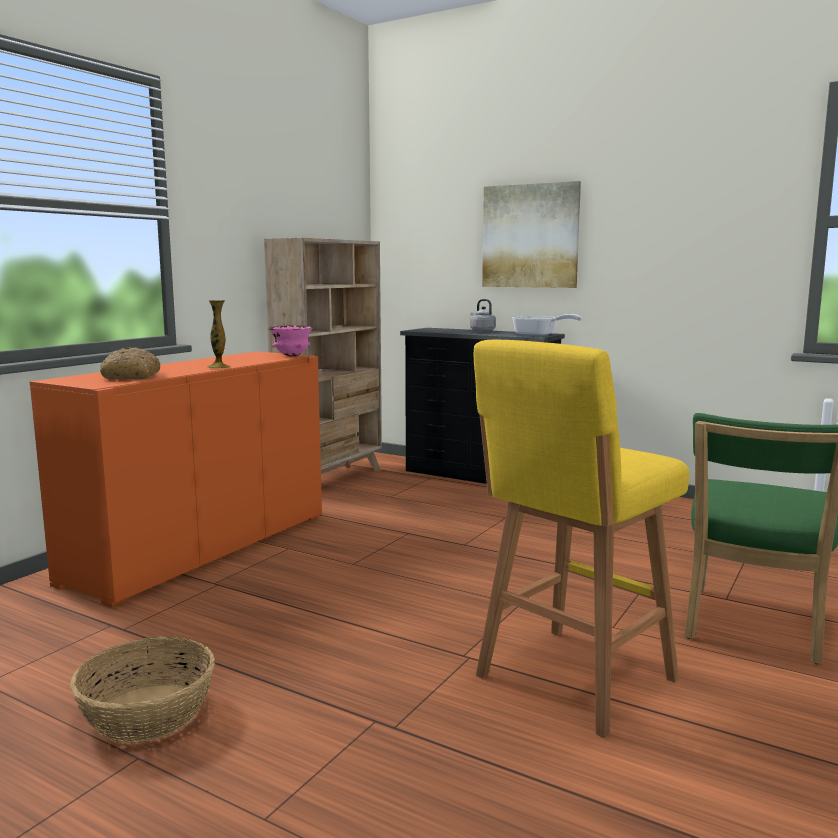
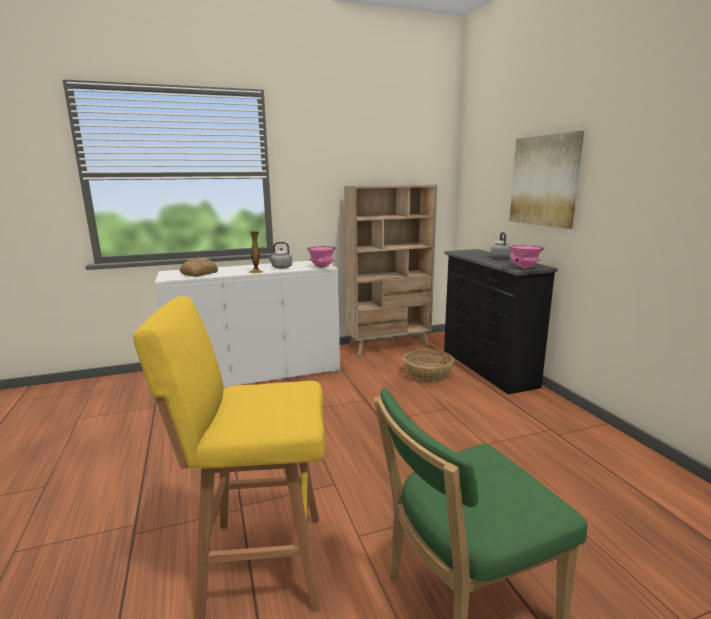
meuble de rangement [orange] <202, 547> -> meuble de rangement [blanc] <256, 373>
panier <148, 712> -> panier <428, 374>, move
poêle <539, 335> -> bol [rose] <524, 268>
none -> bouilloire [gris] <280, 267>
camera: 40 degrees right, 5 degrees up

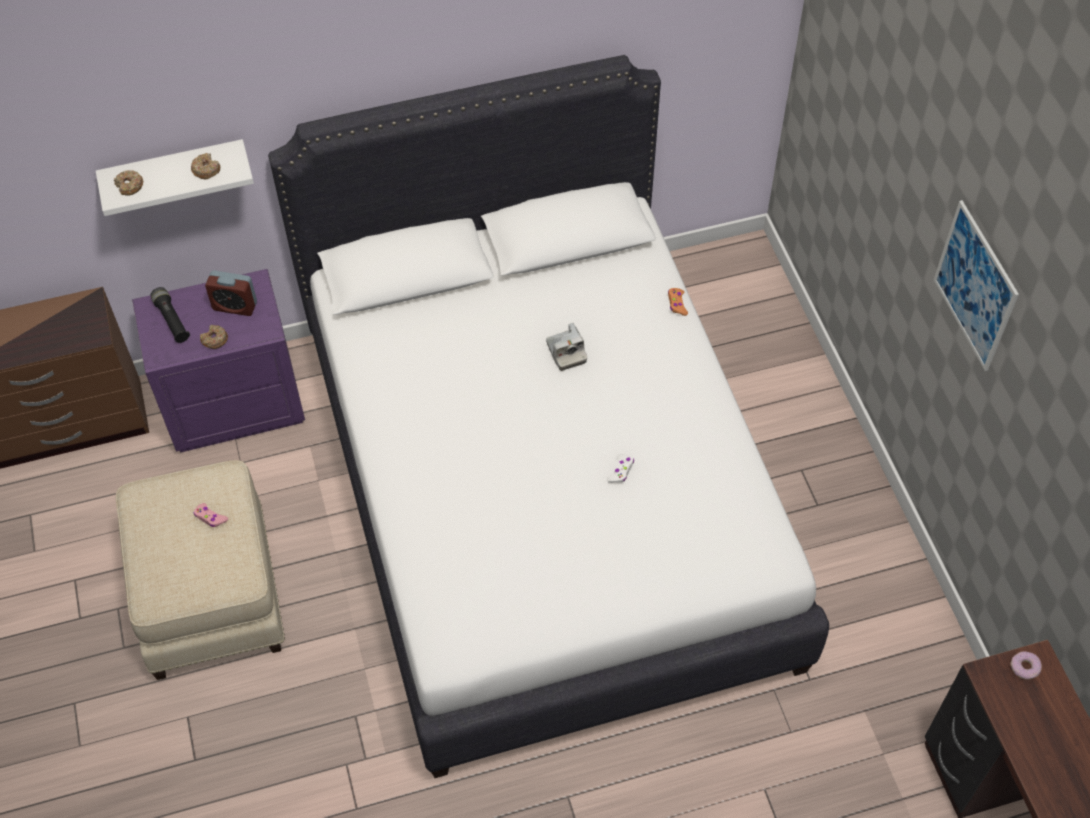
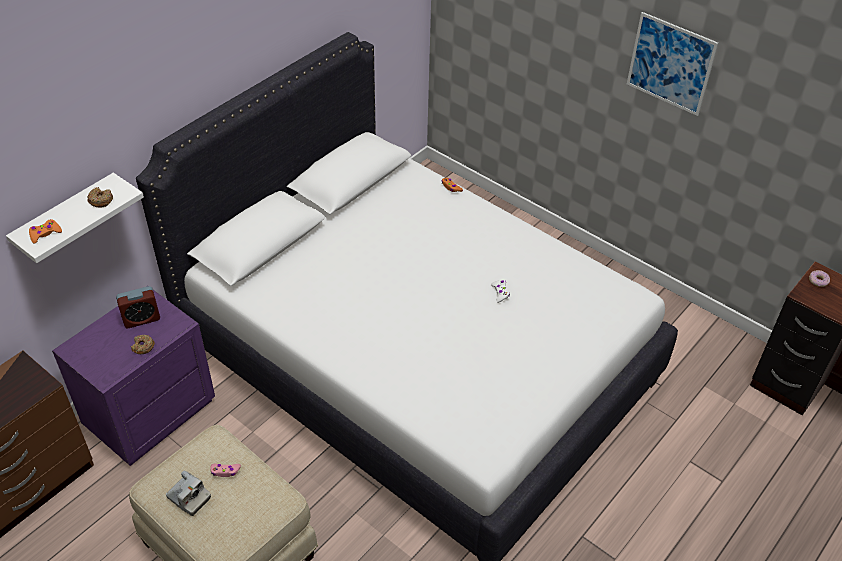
beignet <129, 186> -> manette [orange] <45, 234>
lampe de poche [noir] <172, 320> -> none
appareil photo <566, 352> -> appareil photo <189, 498>, move
camera: 35 degrees left, 10 degrees down

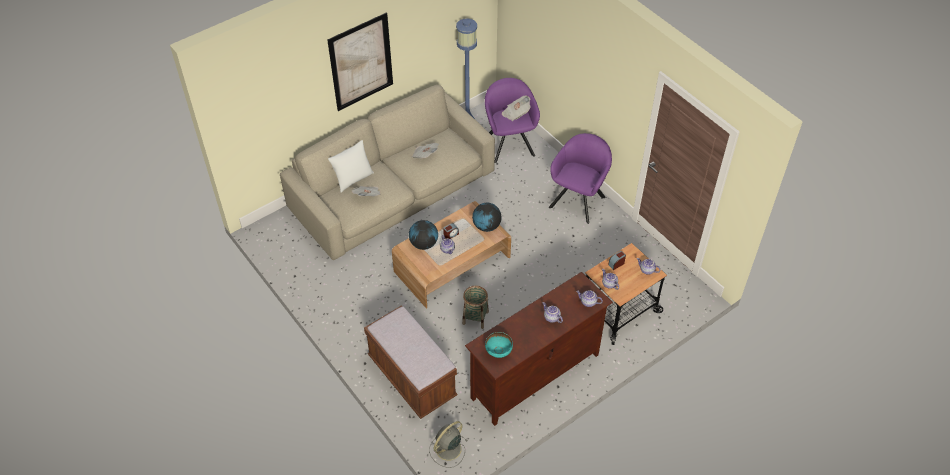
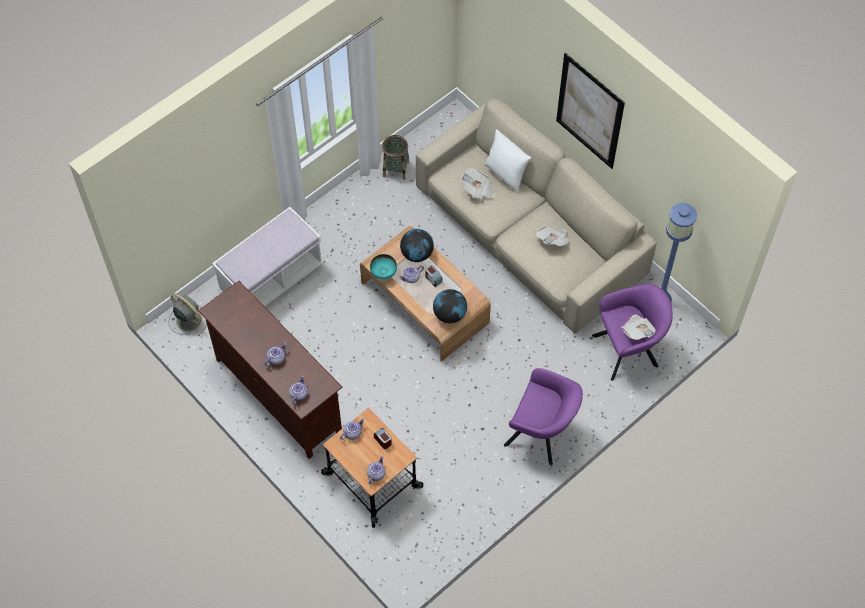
banc [marron] <412, 377> -> banc [blanc] <271, 279>
panier <475, 318> -> panier <396, 168>, move
bol [turquoise] <498, 352> -> bol [turquoise] <383, 273>, move
camera: 85 degrees right, 10 degrees up

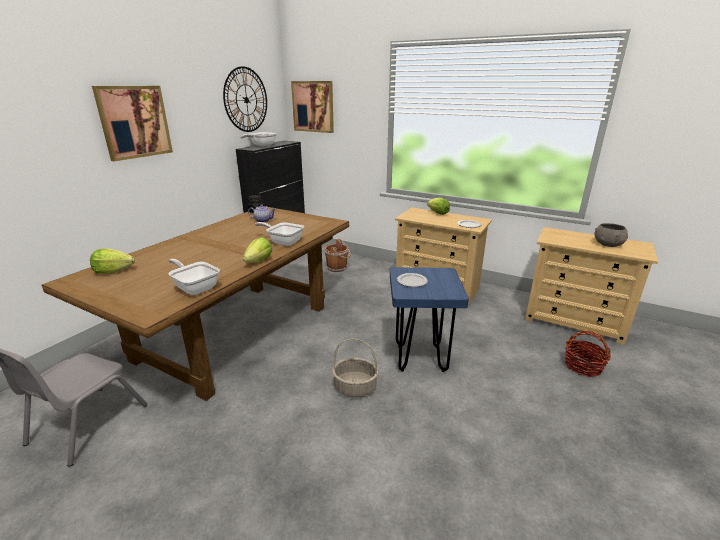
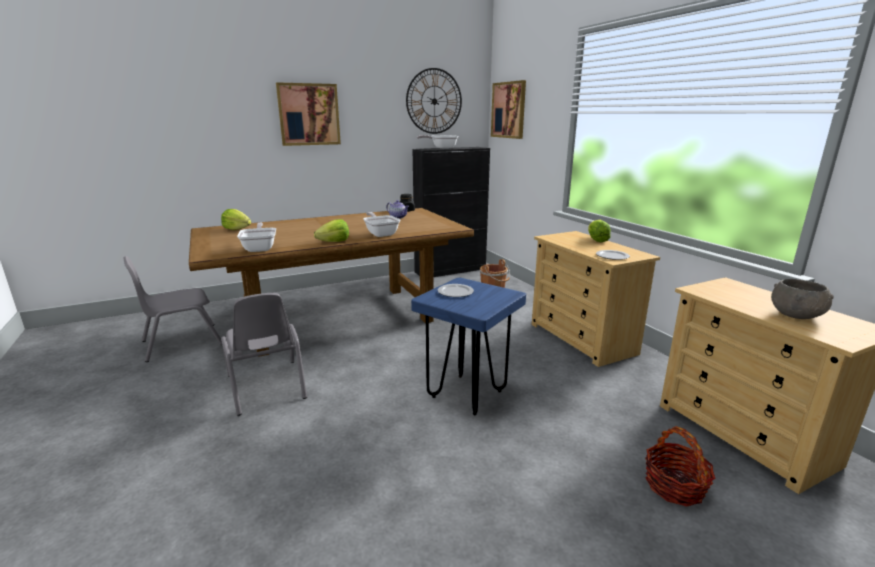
panier <354, 388> -> none
none -> chaise [gris] <266, 387>
camera: 35 degrees right, 5 degrees down

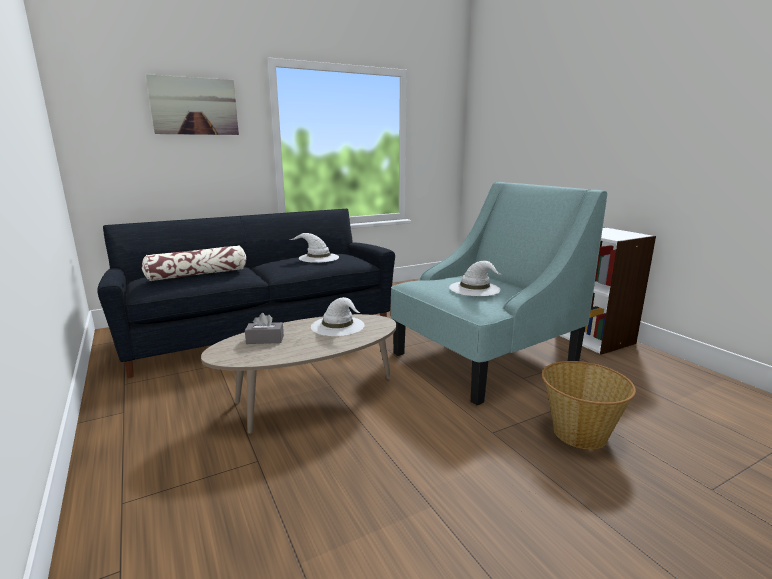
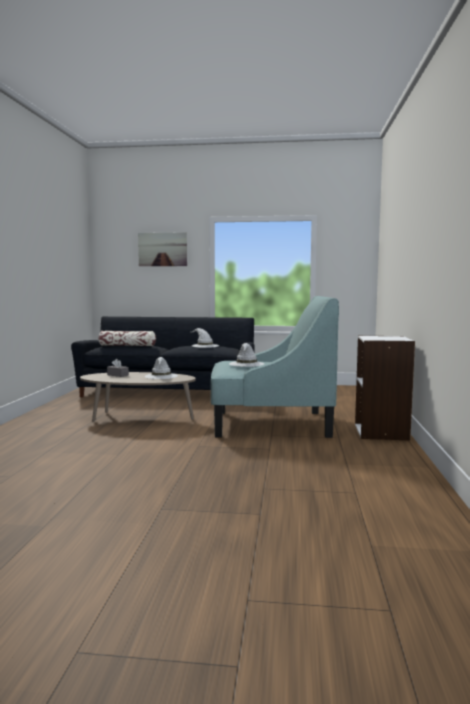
panier <579, 432> -> none
camera: 35 degrees right, 10 degrees down

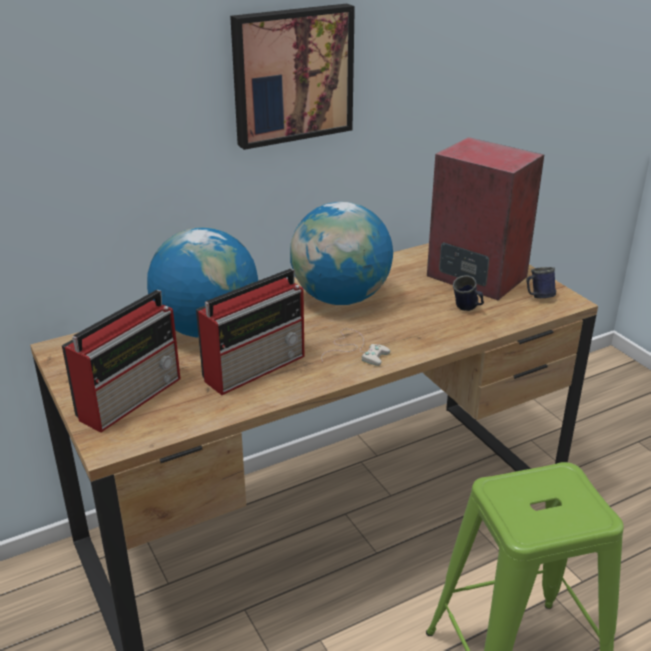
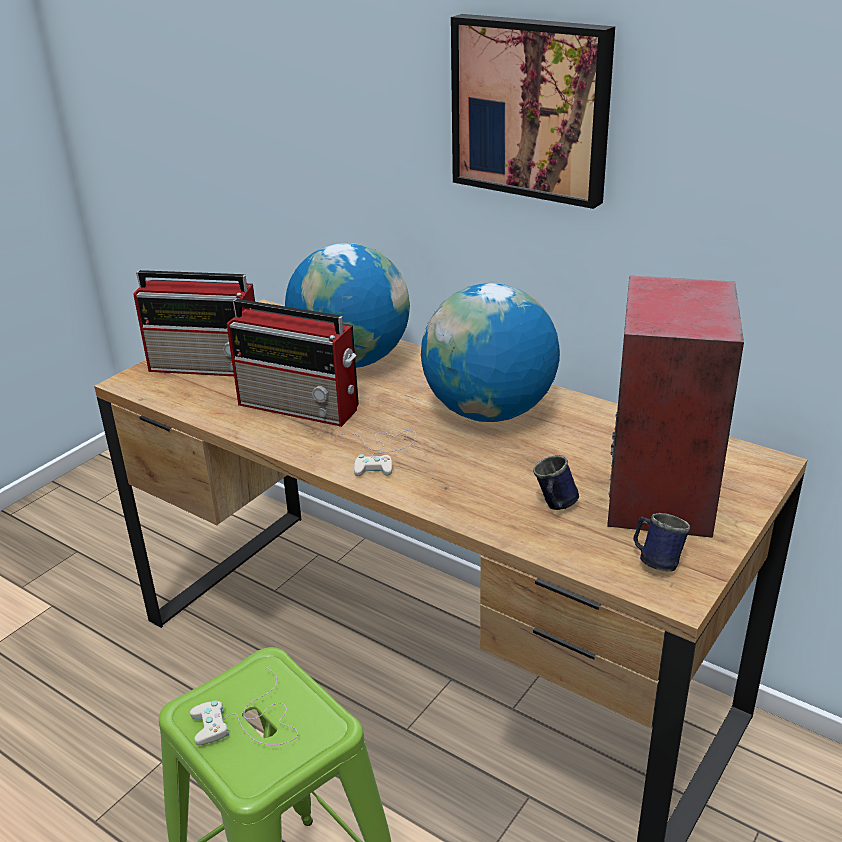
none -> manette [blanc] <249, 721>
camera: 65 degrees right, 0 degrees up

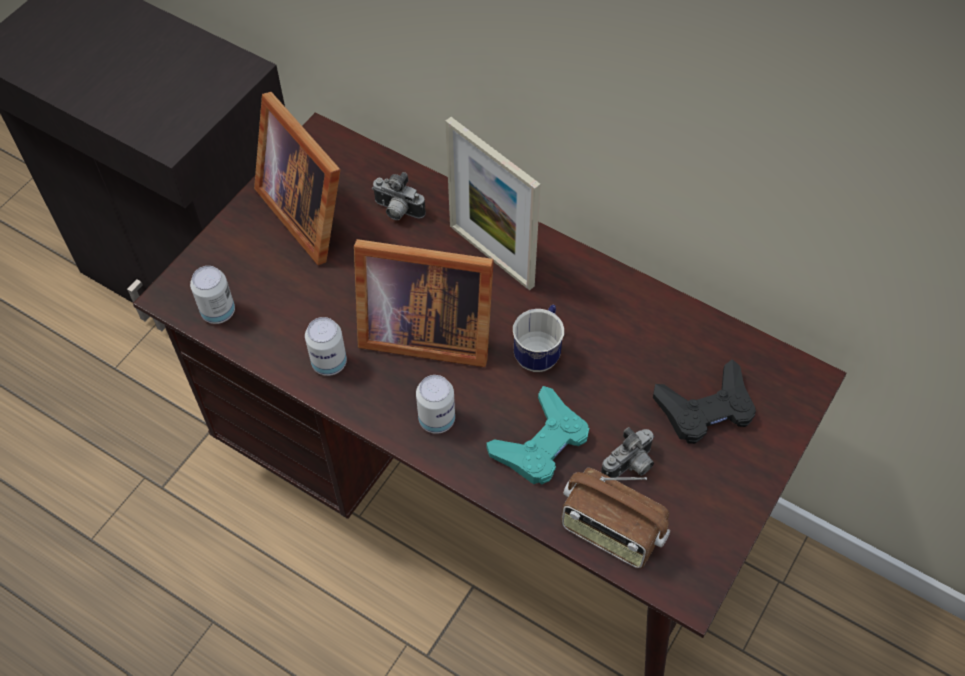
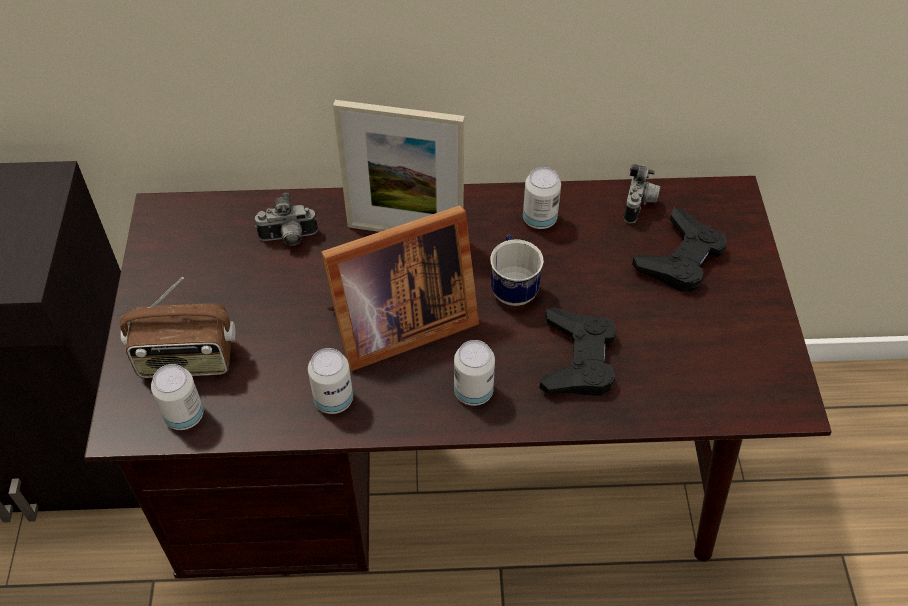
cadre photo <309, 209> -> none
manette [turquoise] <541, 443> -> manette [noir] <577, 359>
radio <610, 532> -> radio <186, 360>, move
appareil photo <630, 467> -> appareil photo <639, 205>, move
none -> boîte métallique <539, 219>
camera: 35 degrees left, 5 degrees down

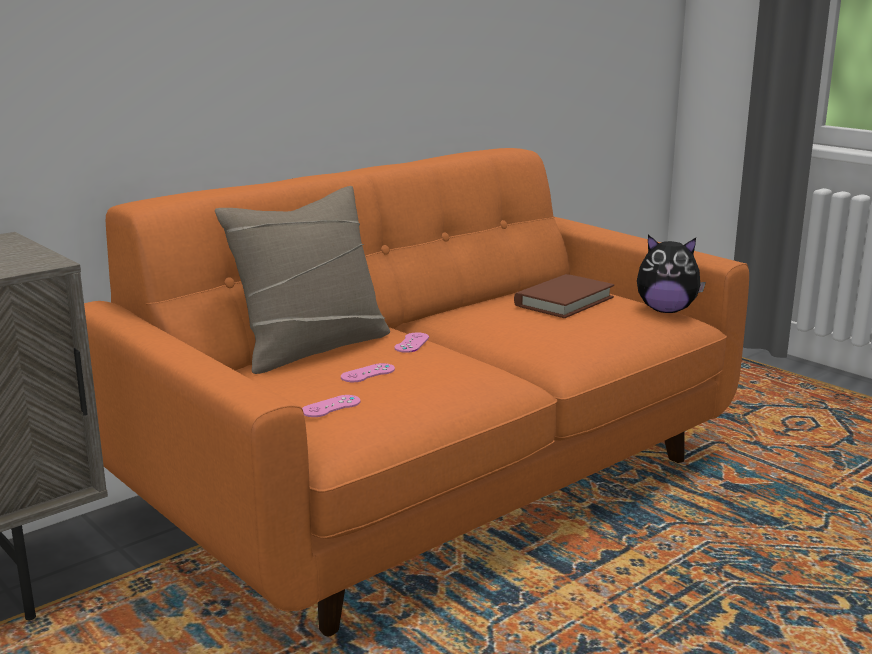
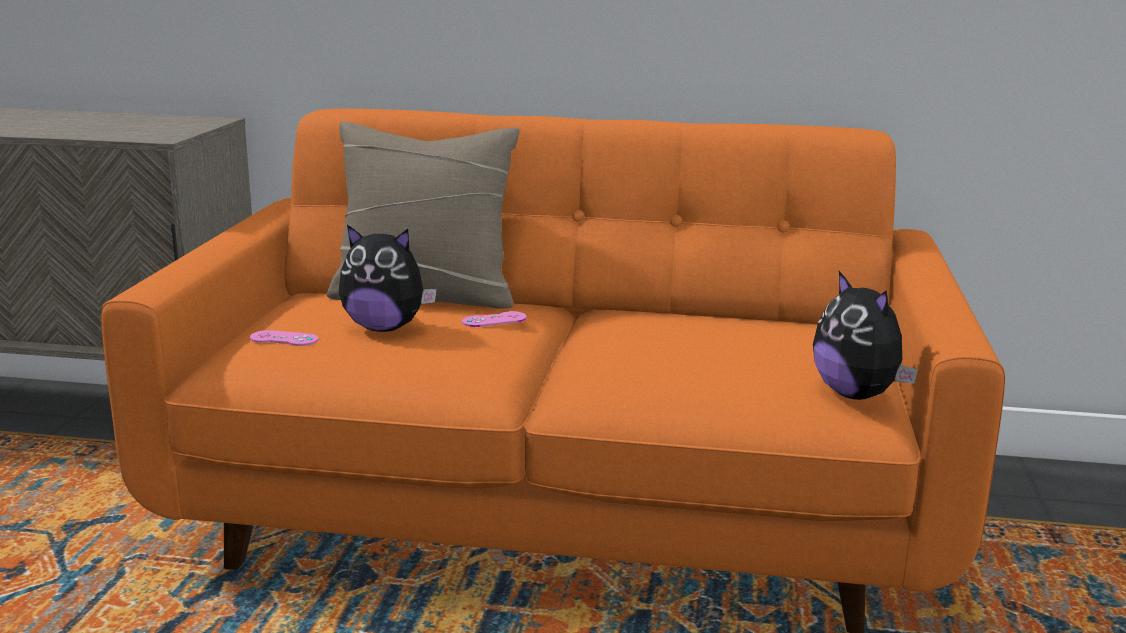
manette [rose] <368, 373> -> peluche <385, 328>
livre [marron] <564, 301> -> none
camera: 50 degrees right, 0 degrees up

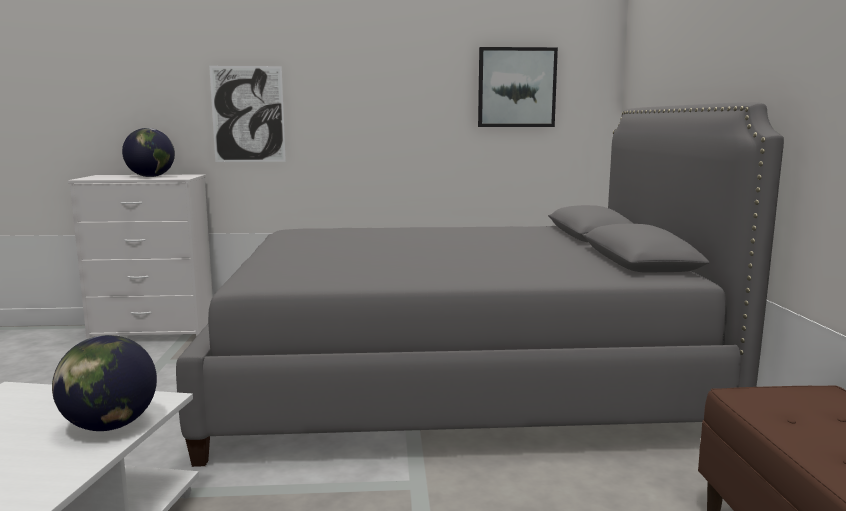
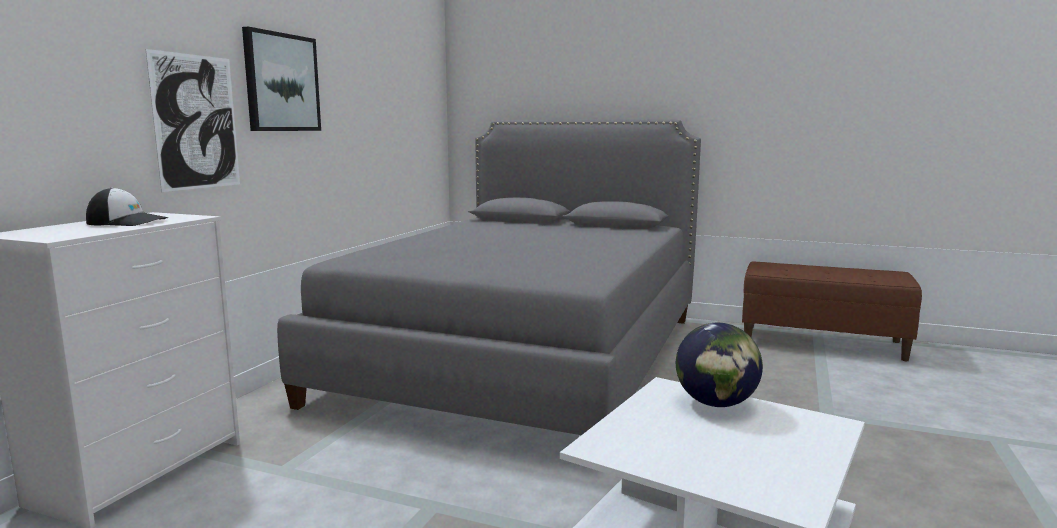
globe <151, 176> -> casquette <128, 222>
tableau <516, 87> -> tableau <281, 82>, move
camera: 65 degrees left, 0 degrees up

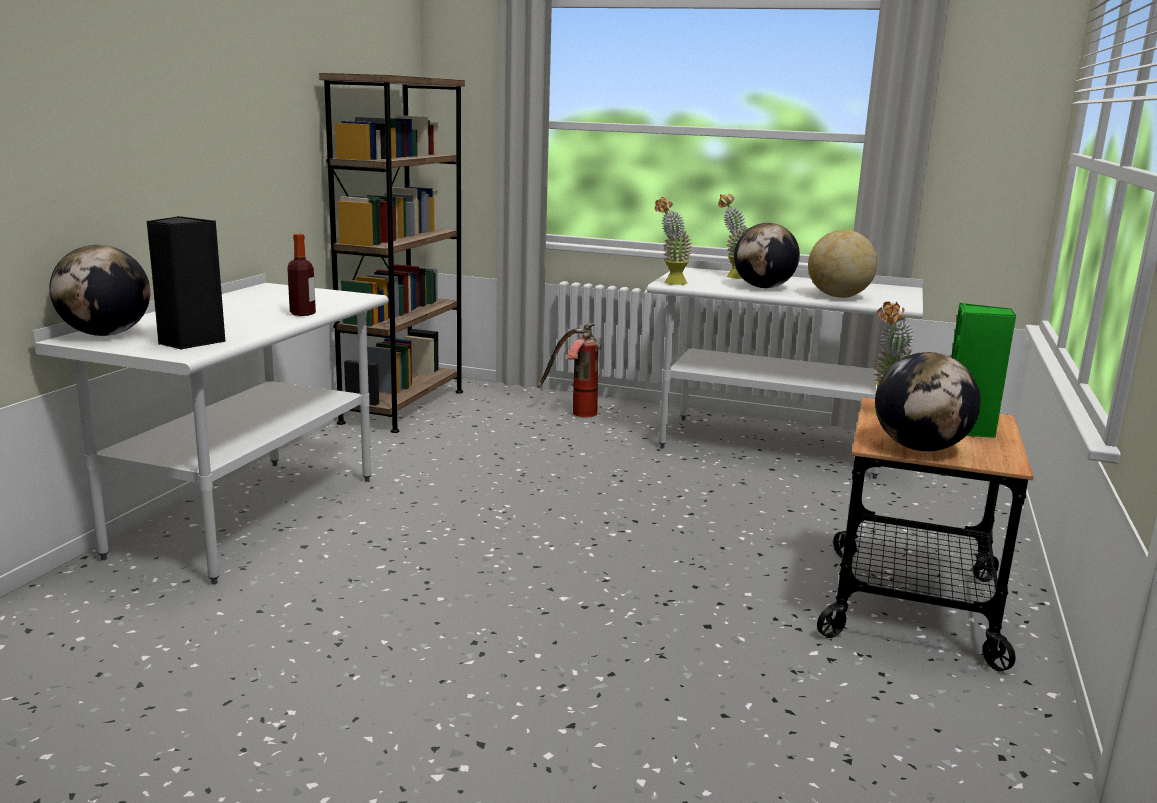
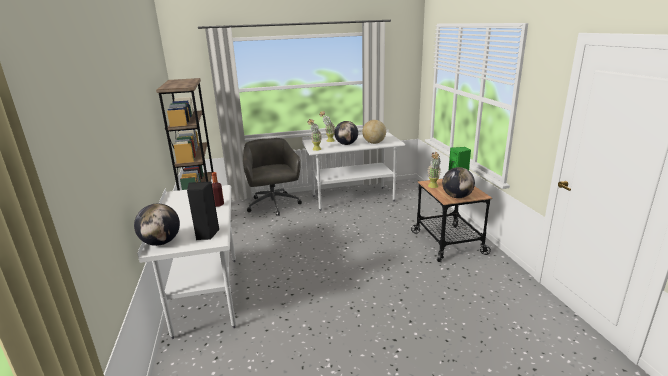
extincteur <574, 413> -> chaise de bureau [gris] <273, 205>
camera: 30 degrees left, 5 degrees up

